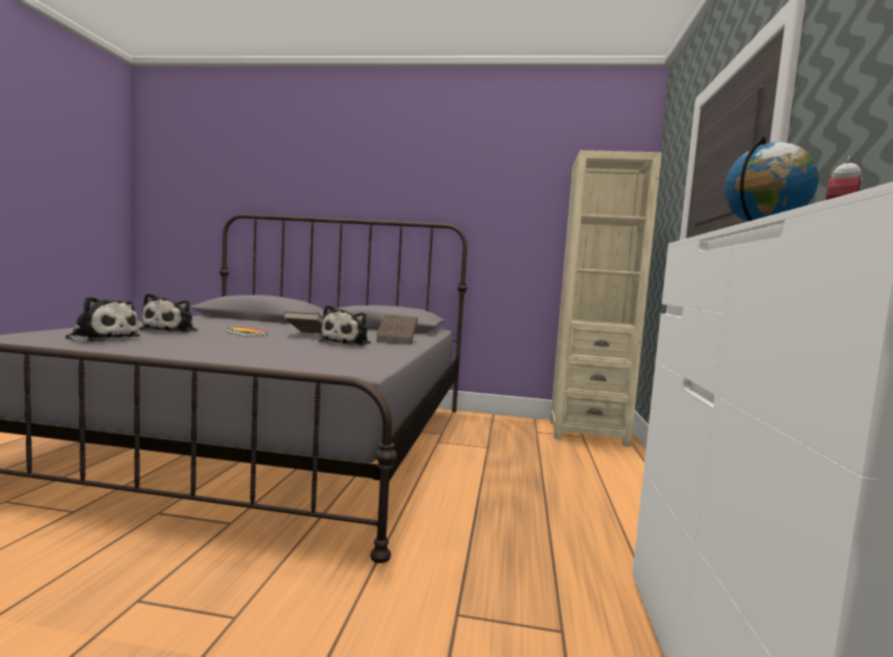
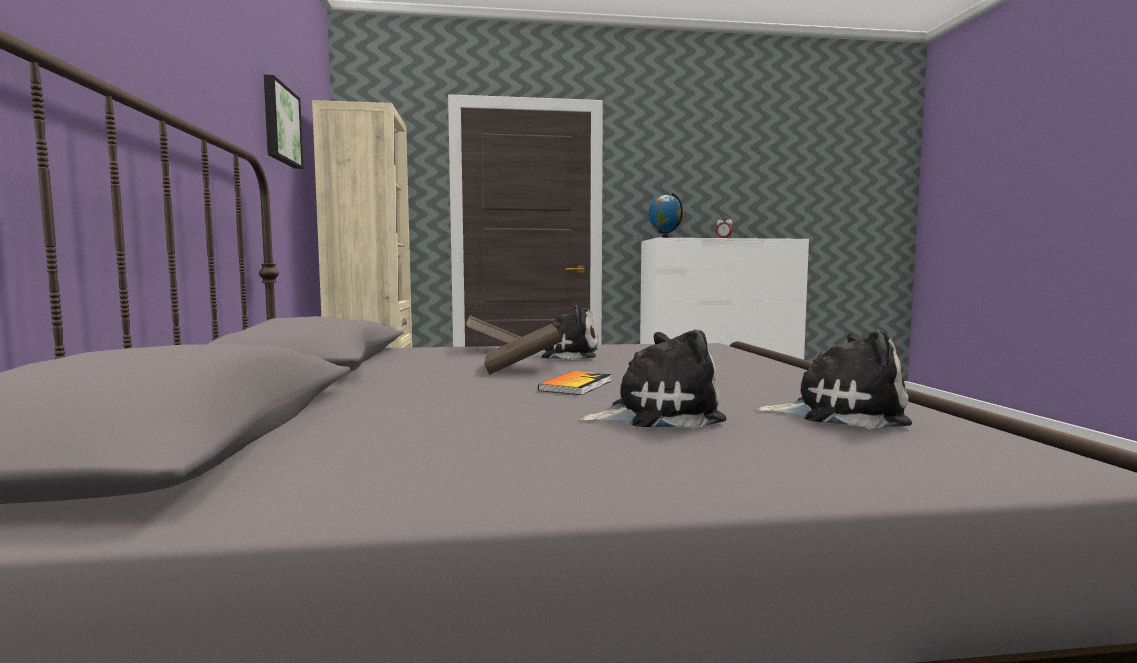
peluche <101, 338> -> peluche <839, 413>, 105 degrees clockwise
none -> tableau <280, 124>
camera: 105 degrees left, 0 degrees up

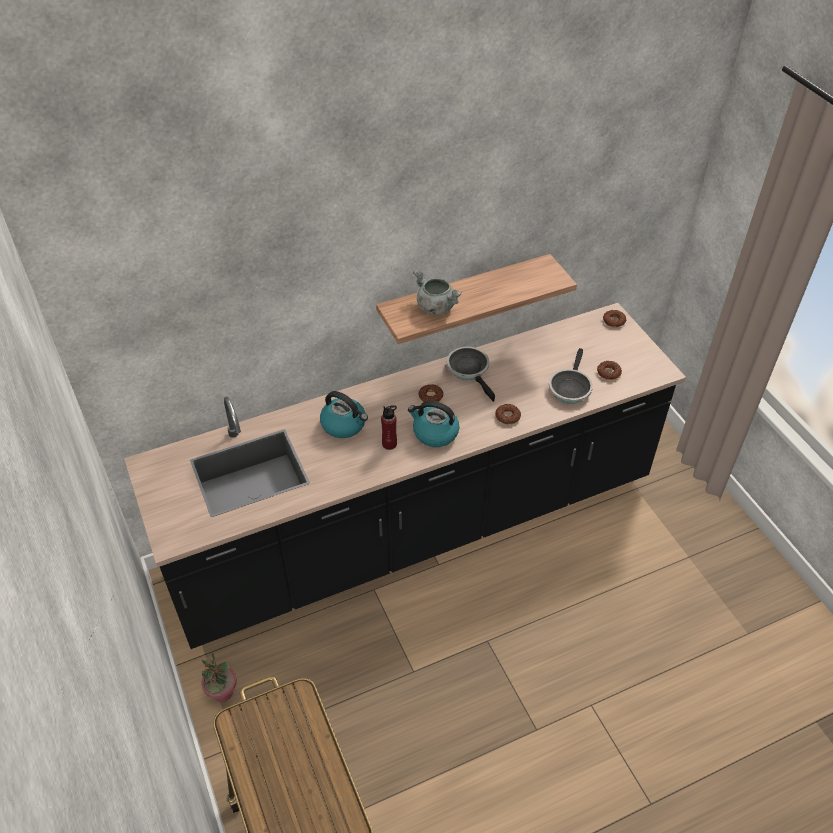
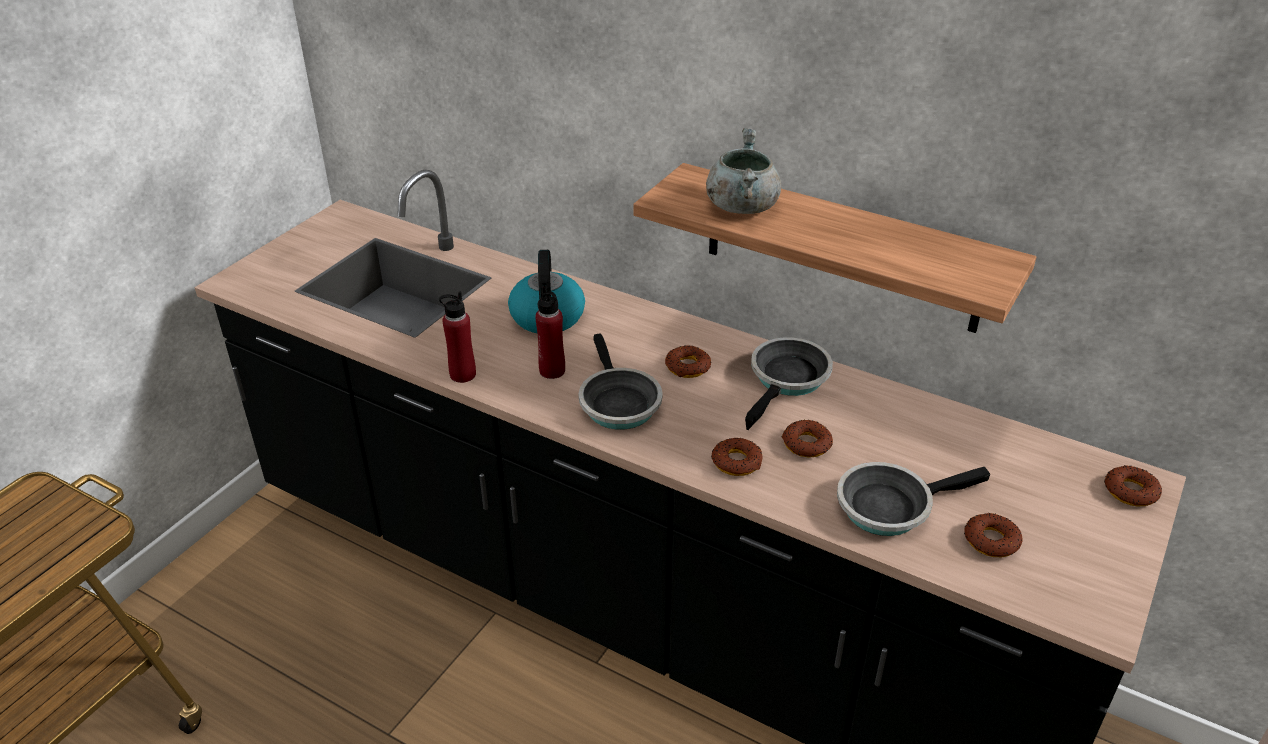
plante en pot <222, 693> -> none
bouilloire <434, 433> -> poêle <617, 402>
none -> bouteille [rouge] <462, 374>
none -> beignet <806, 444>
camera: 55 degrees right, 10 degrees down

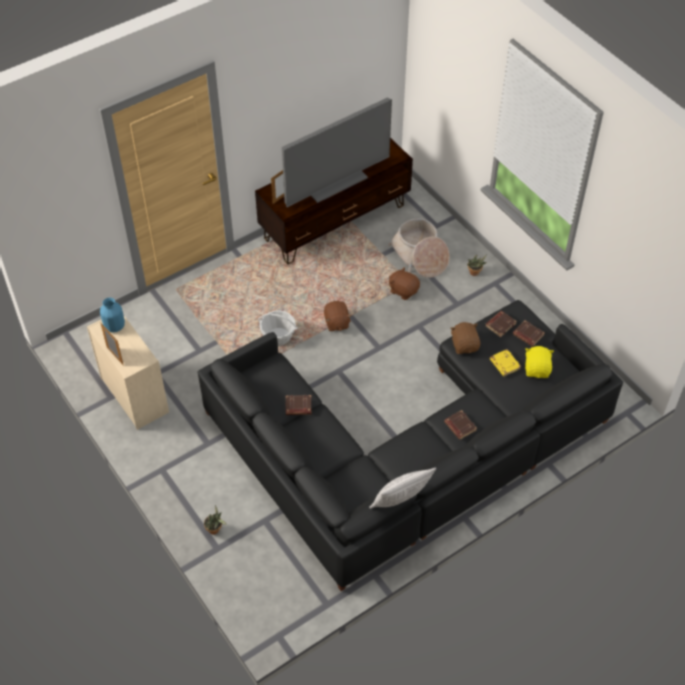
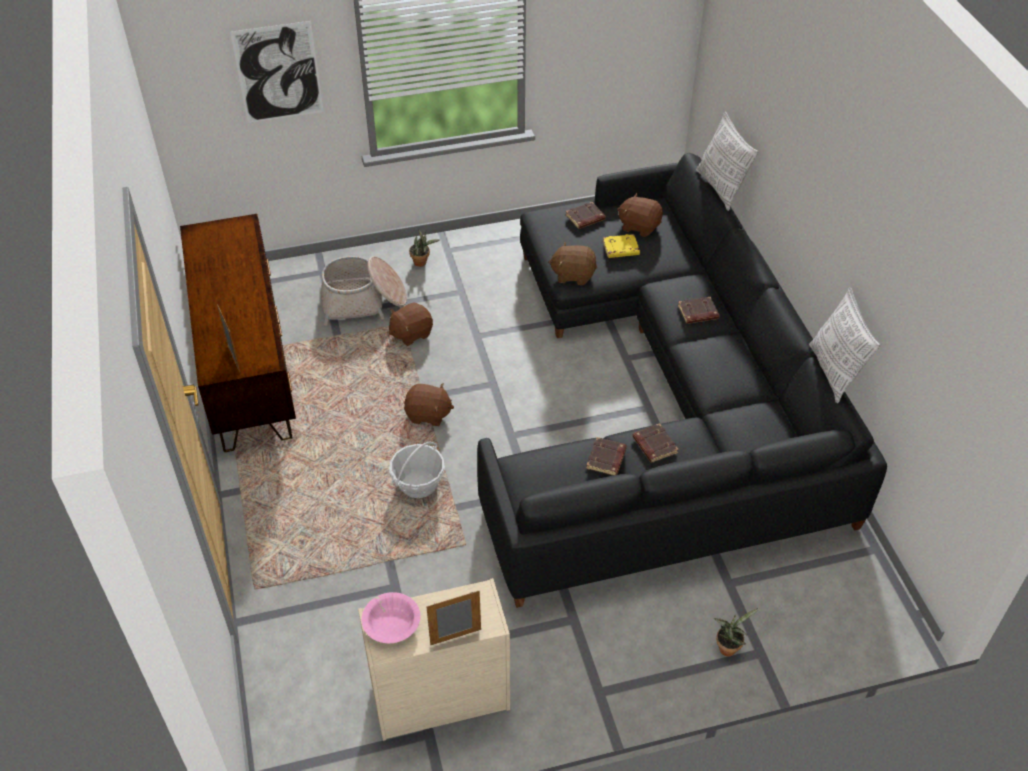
vase [bleu] <115, 326> -> bol [rose] <391, 623>
téléviseur <335, 181> -> none
livre [marron] <500, 325> -> livre [marron] <654, 445>, move
peluche [jaune] <537, 369> -> peluche [marron] <639, 226>
none -> tableau <278, 73>
none -> coussin <721, 188>
camera: 70 degrees left, 5 degrees down

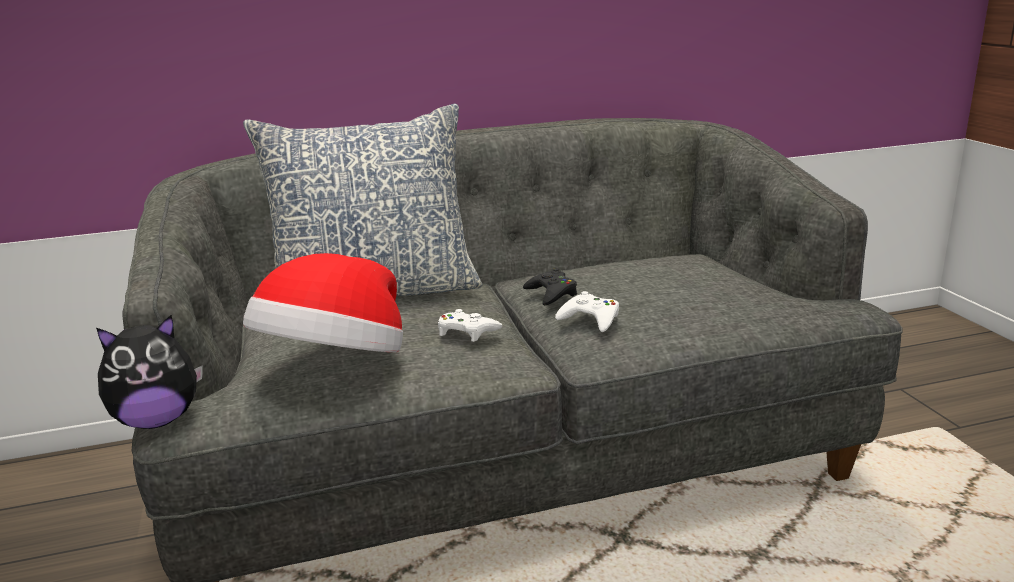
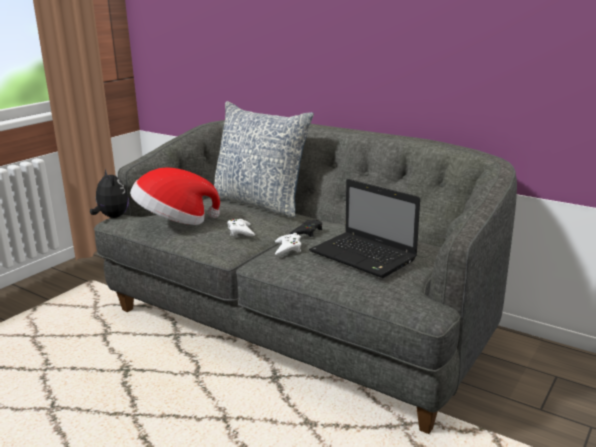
peluche <157, 421> -> peluche <112, 217>, 150 degrees counterclockwise
none -> ordinateur portable <365, 256>
camera: 50 degrees right, 0 degrees up

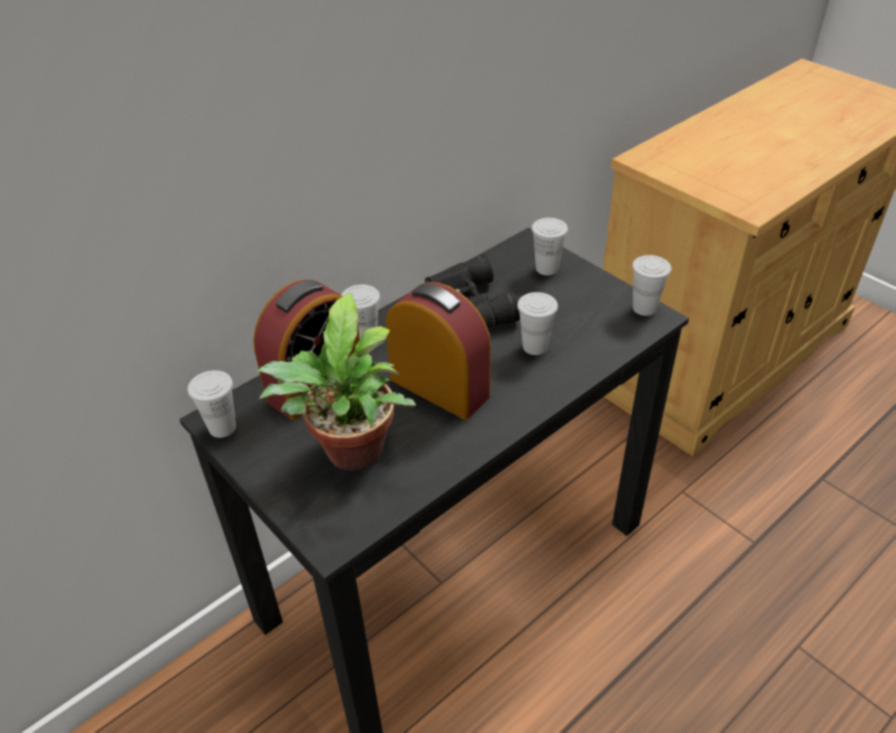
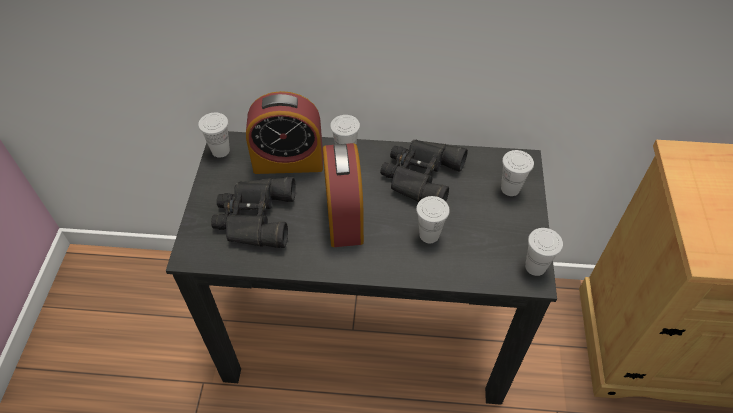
plante en pot <352, 456> -> jumelles [noir] <253, 217>
camera: 45 degrees right, 10 degrees up

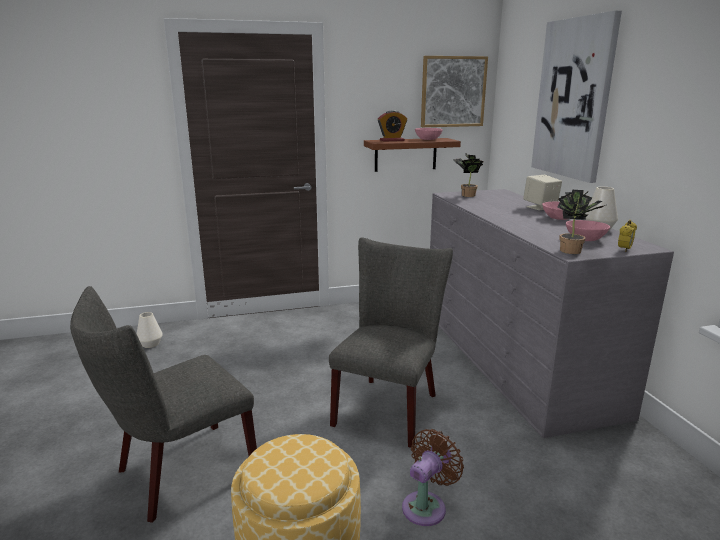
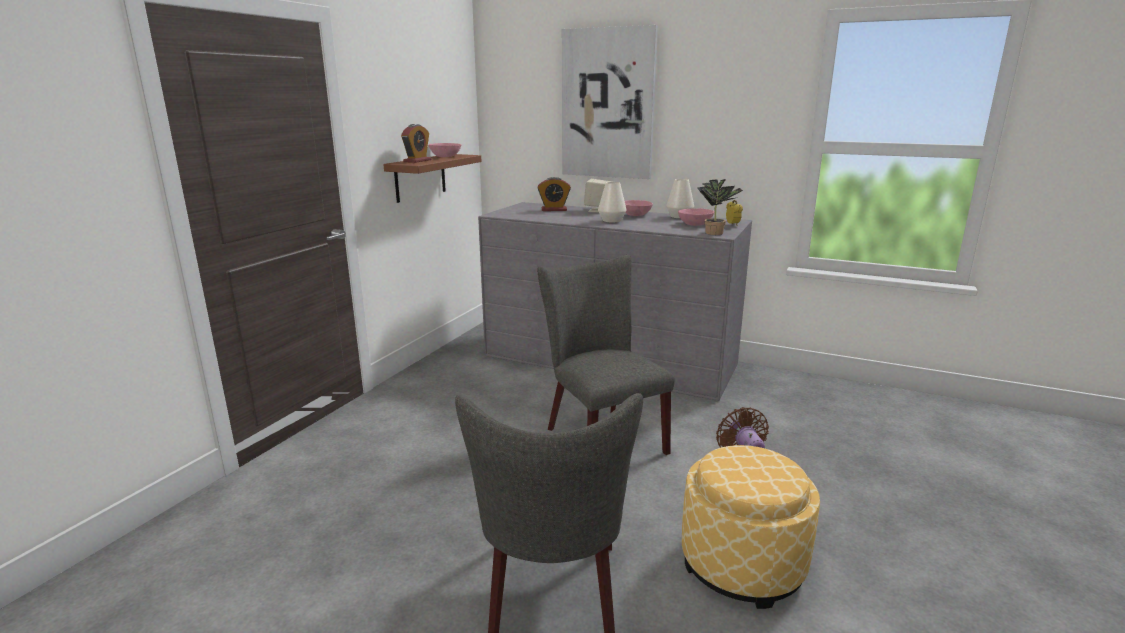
vase [blanc] <150, 344> -> vase [blanc] <611, 220>, move
tableau <453, 92> -> none
plante en pot <466, 195> -> none
none -> réveil <554, 209>
camera: 50 degrees left, 0 degrees up

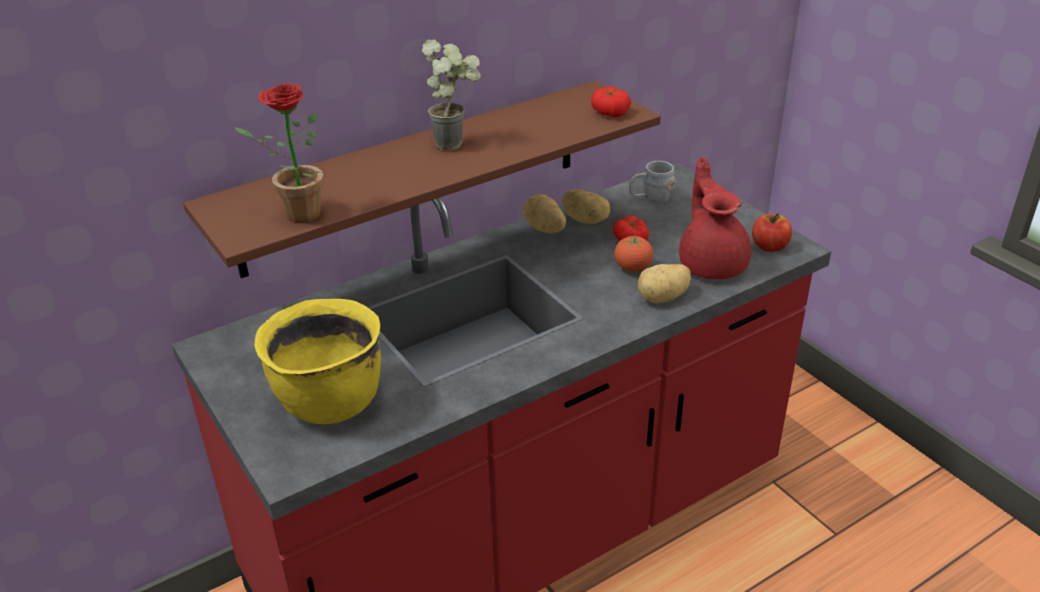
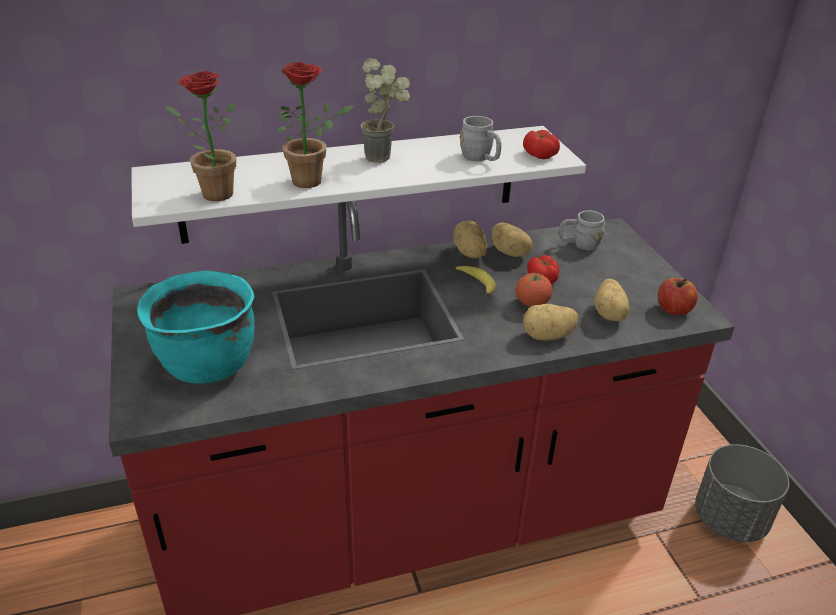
étagère [marron] <414, 176> -> étagère [blanc] <352, 183>
marmite [jaune] <329, 402> -> marmite [turquoise] <206, 364>
théière [rouge] <712, 263> -> pomme de terre <609, 314>
none -> plante en pot <313, 180>
none -> banane <477, 283>
none -> mug [gris] <480, 158>
none -> cache-pot [gris] <729, 519>
camera: 15 degrees right, 0 degrees up

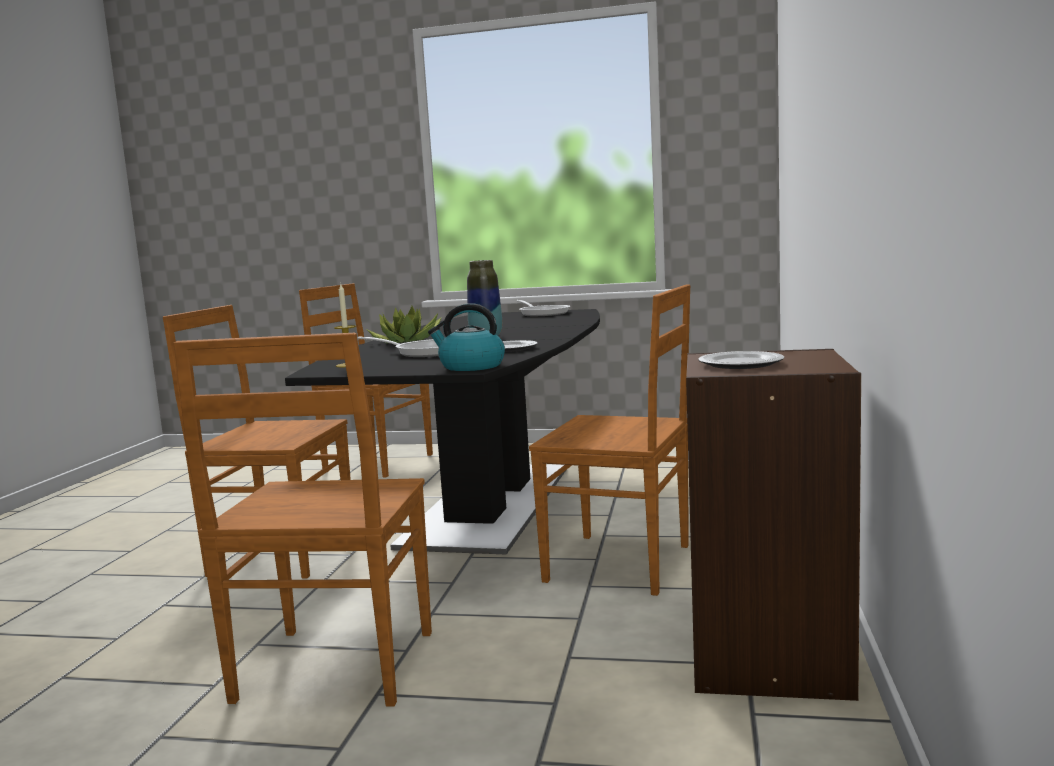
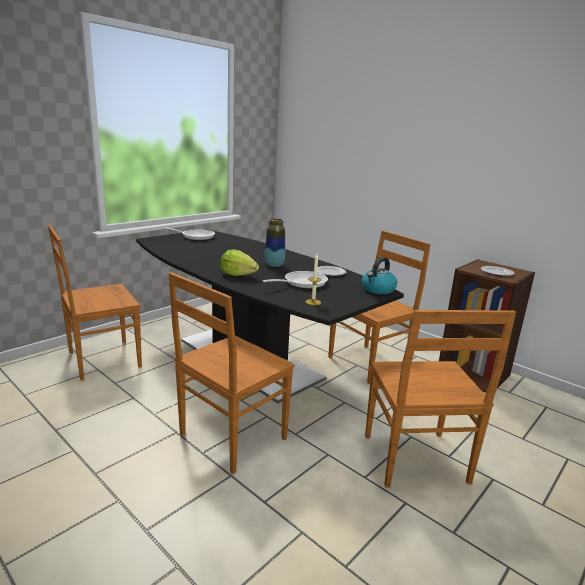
chaise [marron] <333, 669> -> chaise [marron] <415, 461>, 45 degrees clockwise
plante en pot <407, 341> -> laitue <238, 274>
camera: 60 degrees left, 10 degrees up

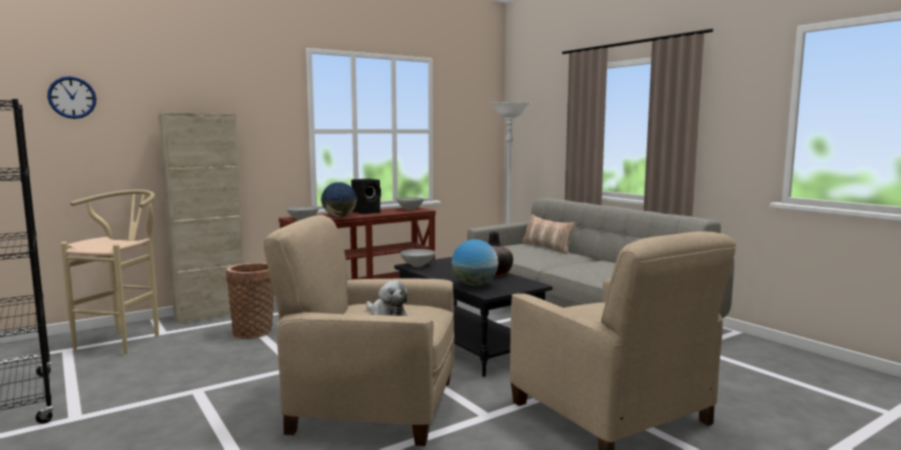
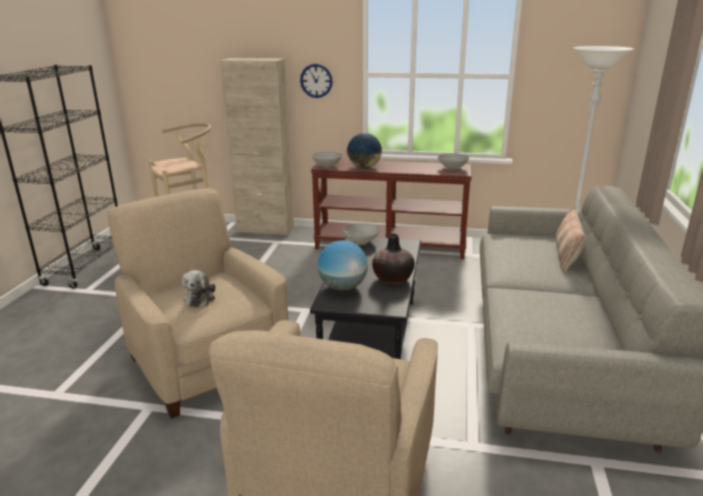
horloge murale <72, 97> -> horloge murale <316, 80>, move
panier <254, 331> -> none
enceinte [noir] <367, 212> -> none
camera: 45 degrees right, 15 degrees up

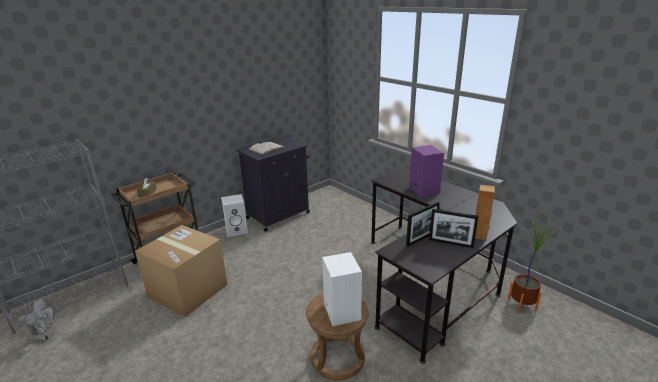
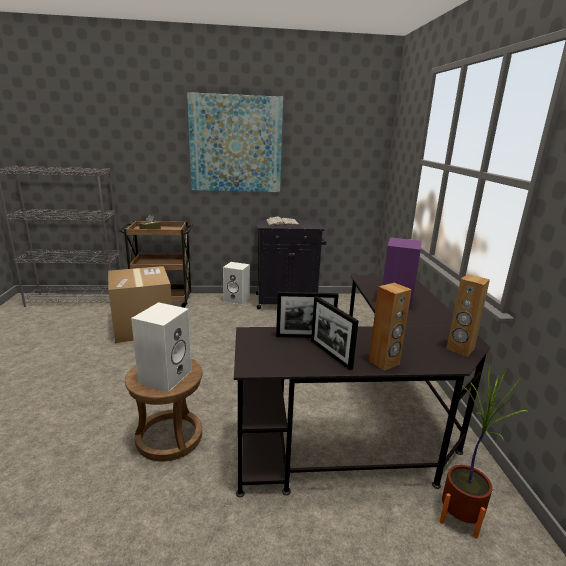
ventilateur [gris] <45, 336> -> none
none -> tableau <236, 144>
none -> enceinte [marron] <460, 349>
camera: 35 degrees right, 5 degrees down

